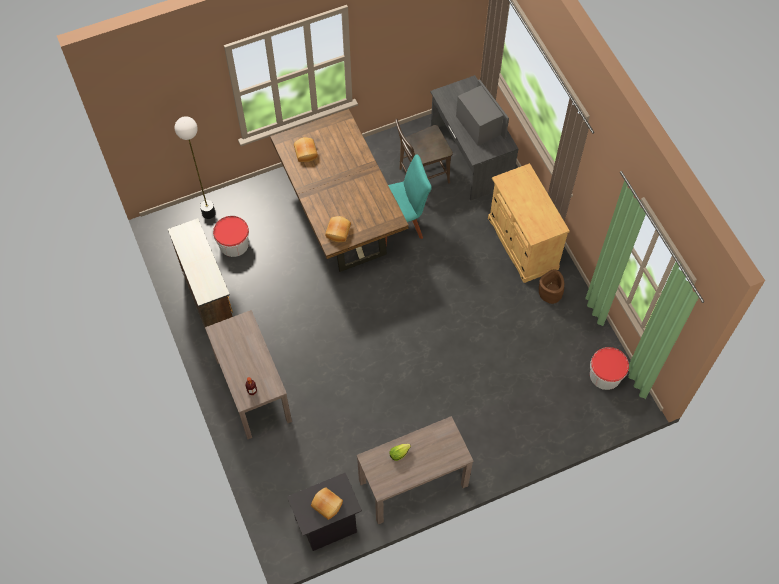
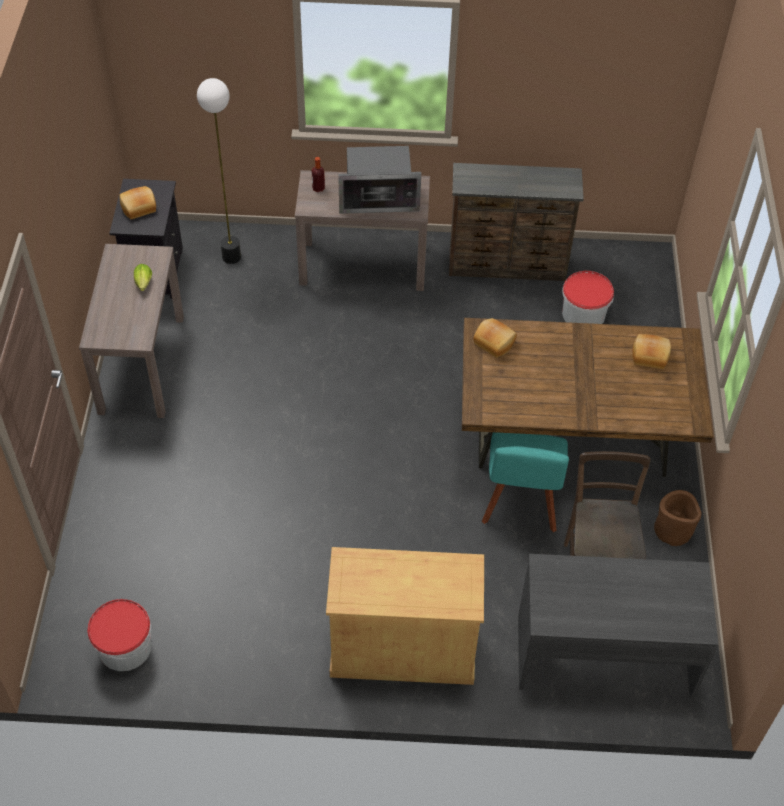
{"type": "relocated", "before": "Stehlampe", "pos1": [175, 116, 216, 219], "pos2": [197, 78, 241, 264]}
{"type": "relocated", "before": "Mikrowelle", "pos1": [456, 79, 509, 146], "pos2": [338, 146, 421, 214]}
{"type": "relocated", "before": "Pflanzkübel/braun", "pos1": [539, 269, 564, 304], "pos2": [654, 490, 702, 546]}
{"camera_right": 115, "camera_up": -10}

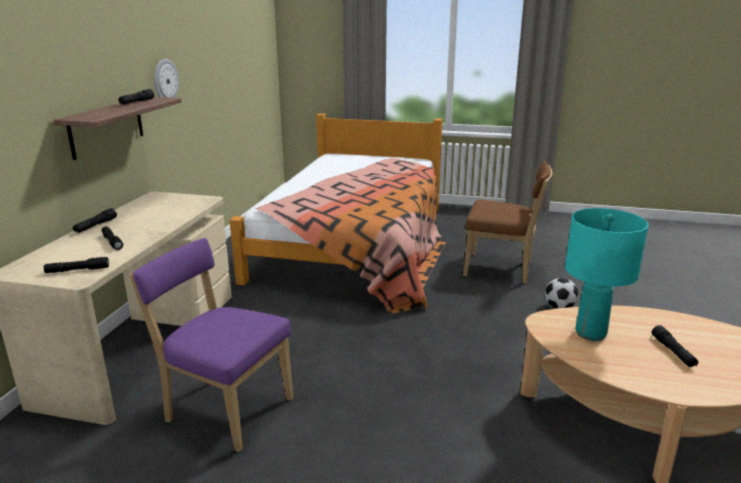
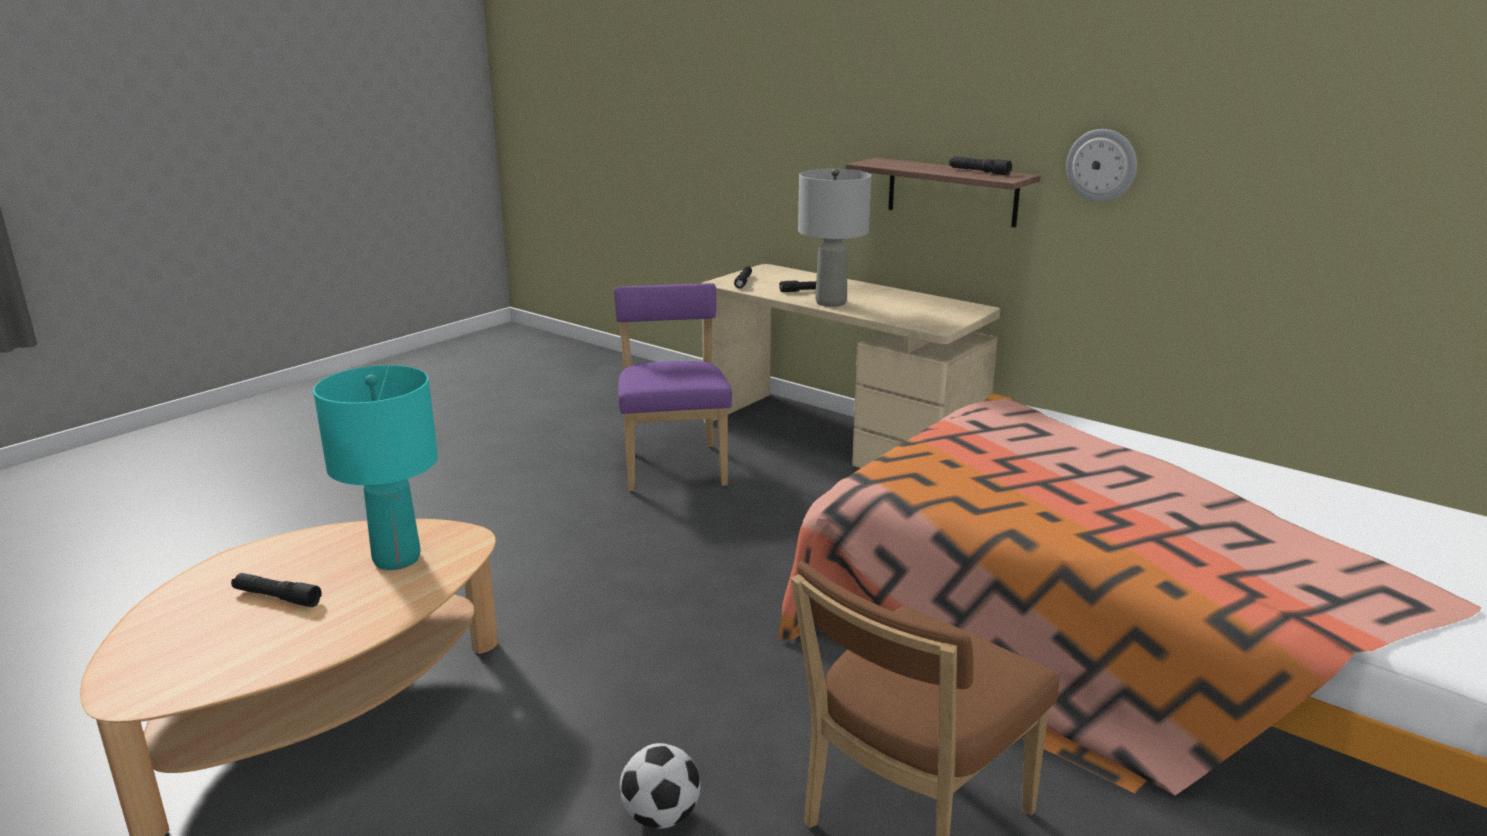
{"type": "missing", "before": "Taschenlampe/schwarz", "pos1": [73, 208, 117, 233]}
{"type": "appeared", "after": "Tischlampe/grau", "pos2": [798, 168, 872, 307]}
{"type": "spun", "before": "Stuhl/lila", "pos1": [130, 238, 293, 452], "pos2": [614, 283, 732, 492], "turn": -60}
{"camera_right": 115, "camera_up": 0}

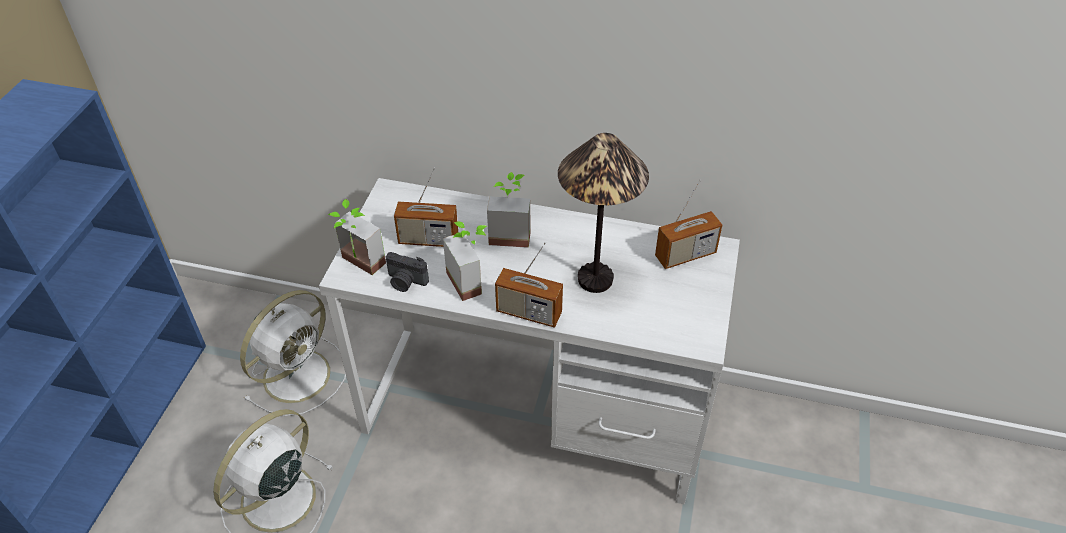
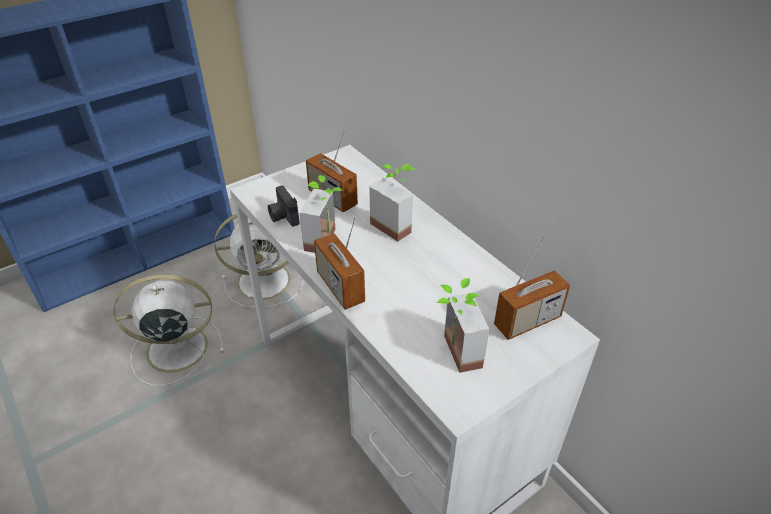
{"type": "missing", "before": "Tischlampe", "pos1": [558, 133, 649, 293]}
{"type": "relocated", "before": "Topfpflanze", "pos1": [328, 199, 386, 275], "pos2": [436, 278, 489, 373]}
{"type": "spun", "before": "Radio", "pos1": [655, 180, 722, 269], "pos2": [494, 235, 570, 340], "turn": -45}
{"camera_right": 40, "camera_up": -5}

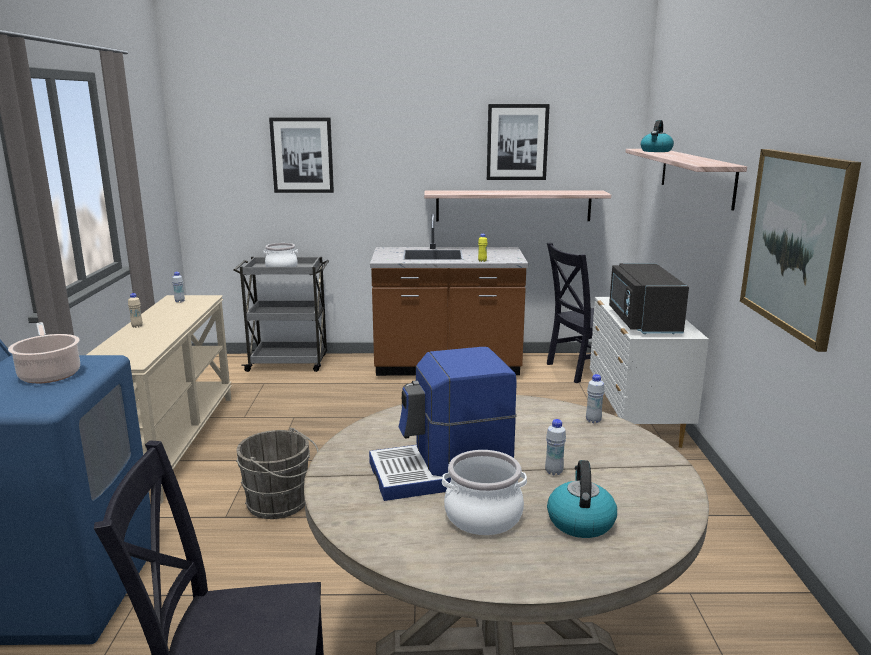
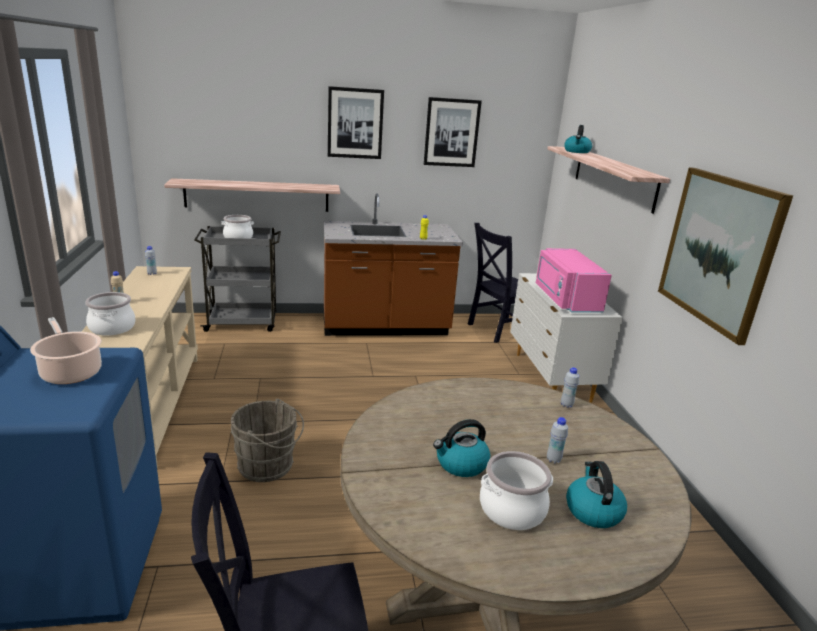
{"type": "appeared", "after": "Kochtopf", "pos2": [85, 292, 136, 336]}
{"type": "relocated", "before": "Bild", "pos1": [269, 117, 334, 193], "pos2": [328, 86, 384, 159]}
{"type": "relocated", "before": "Wandregal", "pos1": [424, 190, 611, 221], "pos2": [164, 178, 340, 212]}
{"type": "exchanged", "before": "Kaffeemaschine", "after": "Wasserkessel", "pos1": [369, 347, 517, 501], "pos2": [433, 419, 490, 477]}
{"type": "colour", "before": "Mikrowelle/schwarz", "after": "Mikrowelle/rosa", "pos1": [609, 263, 689, 334], "pos2": [536, 248, 612, 313]}
{"camera_right": -10, "camera_up": 5}

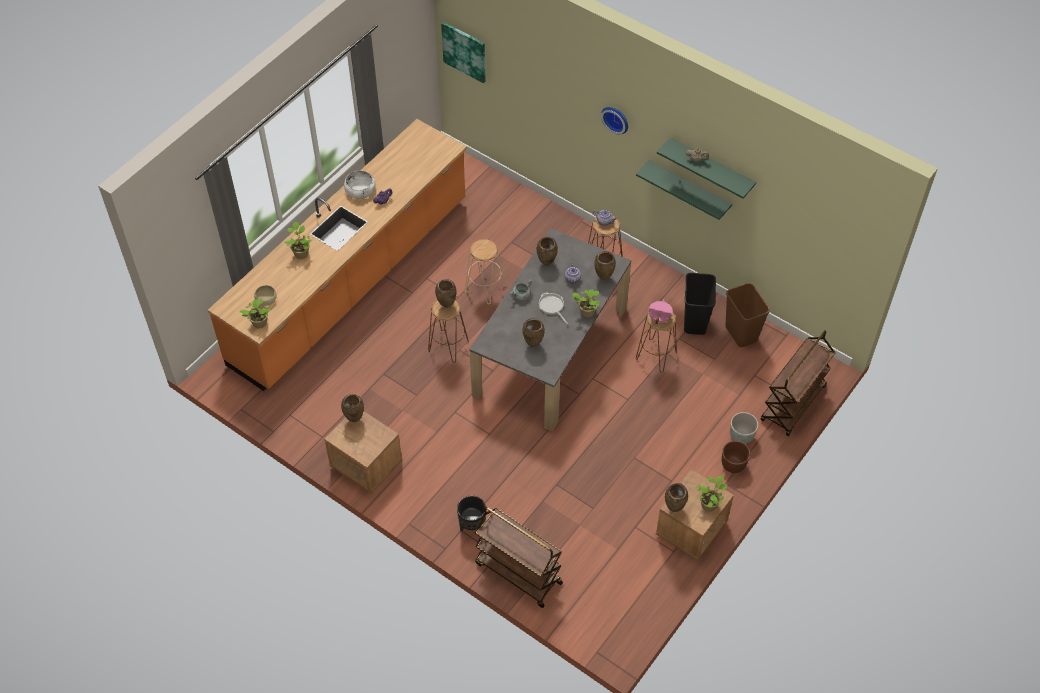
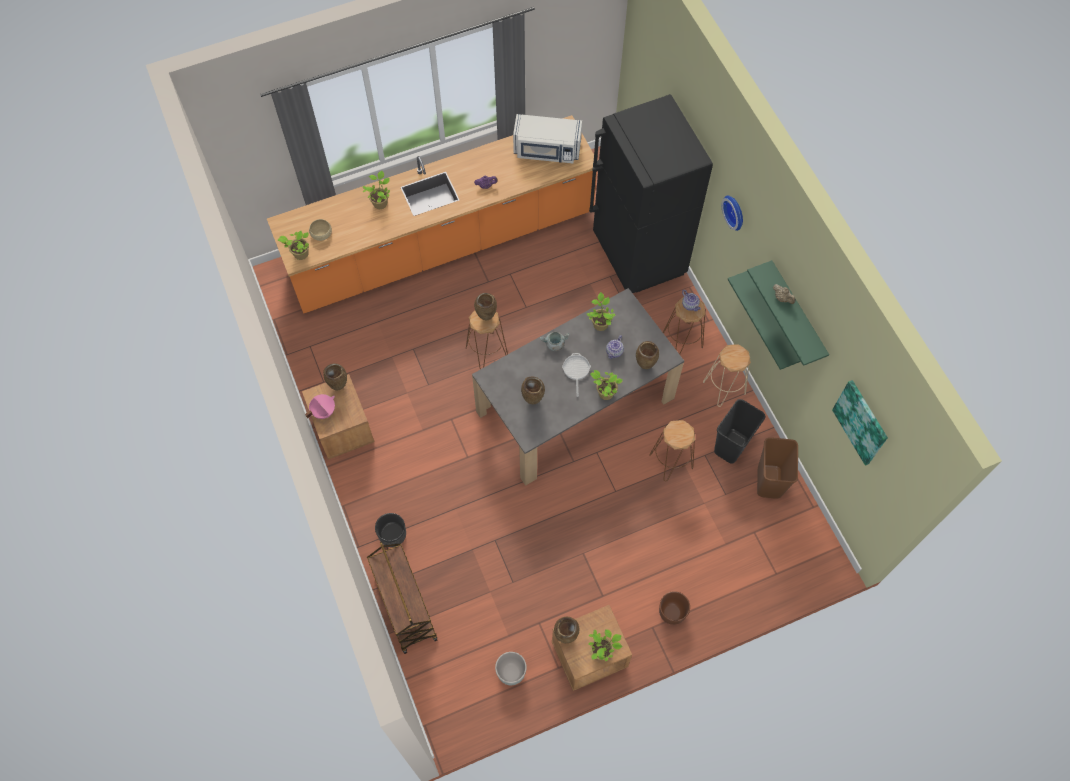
{"type": "missing", "before": "Schüssel/weiß", "pos1": [344, 171, 376, 199]}
{"type": "missing", "before": "Rollwagen/braun", "pos1": [761, 330, 835, 436]}
{"type": "appeared", "after": "Mikrowelle/weiß", "pos2": [513, 114, 582, 163]}
{"type": "appeared", "after": "Kühlschrank/schwarz", "pos2": [589, 94, 713, 293]}
{"type": "relocated", "before": "Bild", "pos1": [441, 22, 486, 83], "pos2": [832, 380, 888, 466]}
{"type": "relocated", "before": "Hocker/beige", "pos1": [465, 239, 505, 304], "pos2": [703, 345, 751, 407]}
{"type": "relocated", "before": "Kochtopf/rosa", "pos1": [648, 299, 673, 324], "pos2": [305, 394, 335, 419]}
{"type": "relocated", "before": "Pflanzkübel/grau", "pos1": [730, 412, 758, 444], "pos2": [495, 652, 527, 685]}
{"type": "exchanged", "before": "Vase/braun", "after": "Topfpflanze", "pos1": [537, 237, 558, 266], "pos2": [587, 292, 616, 331]}
{"camera_right": 30, "camera_up": 10}

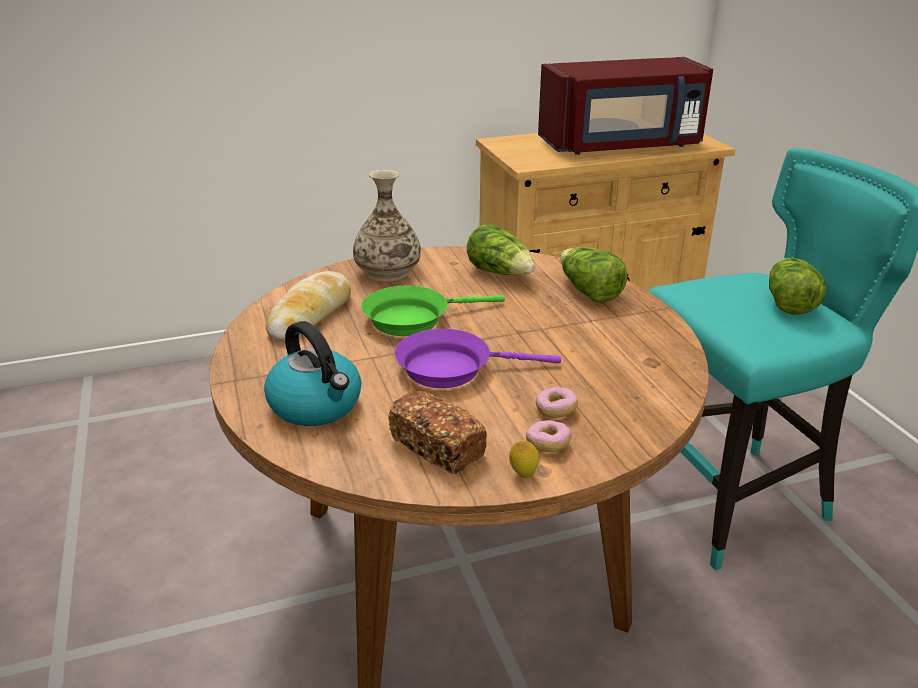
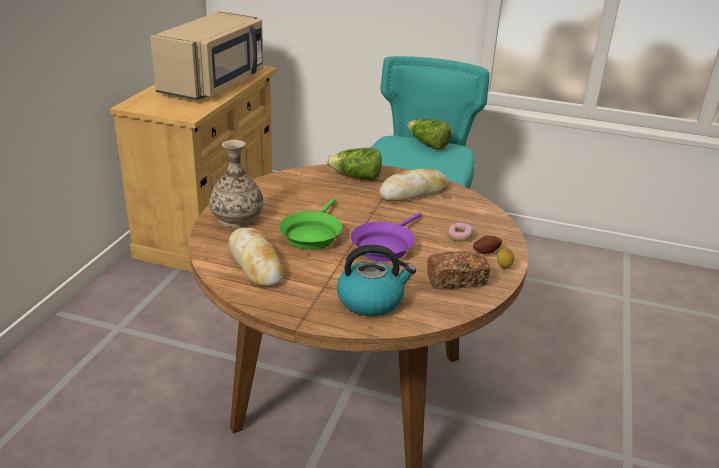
{"type": "missing", "before": "Salatkopf", "pos1": [467, 223, 535, 275]}
{"type": "appeared", "after": "Brot", "pos2": [379, 169, 448, 201]}
{"type": "exchanged", "before": "Donut", "after": "Kartoffel", "pos1": [526, 420, 571, 452], "pos2": [473, 236, 502, 254]}
{"type": "colour", "before": "Mikrowelle/rot", "after": "Mikrowelle/beige", "pos1": [538, 57, 713, 155], "pos2": [150, 11, 263, 100]}
{"camera_right": -55, "camera_up": 0}

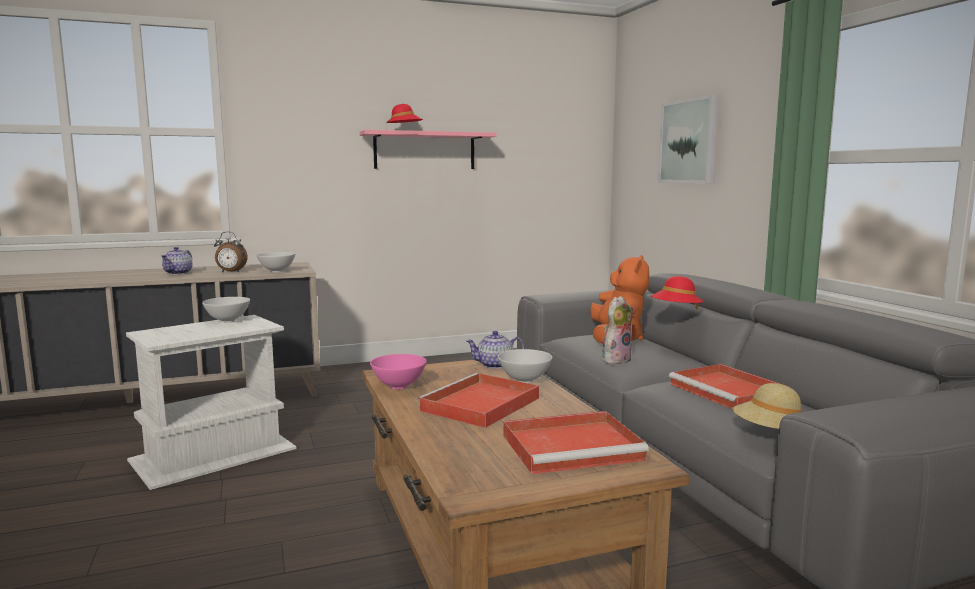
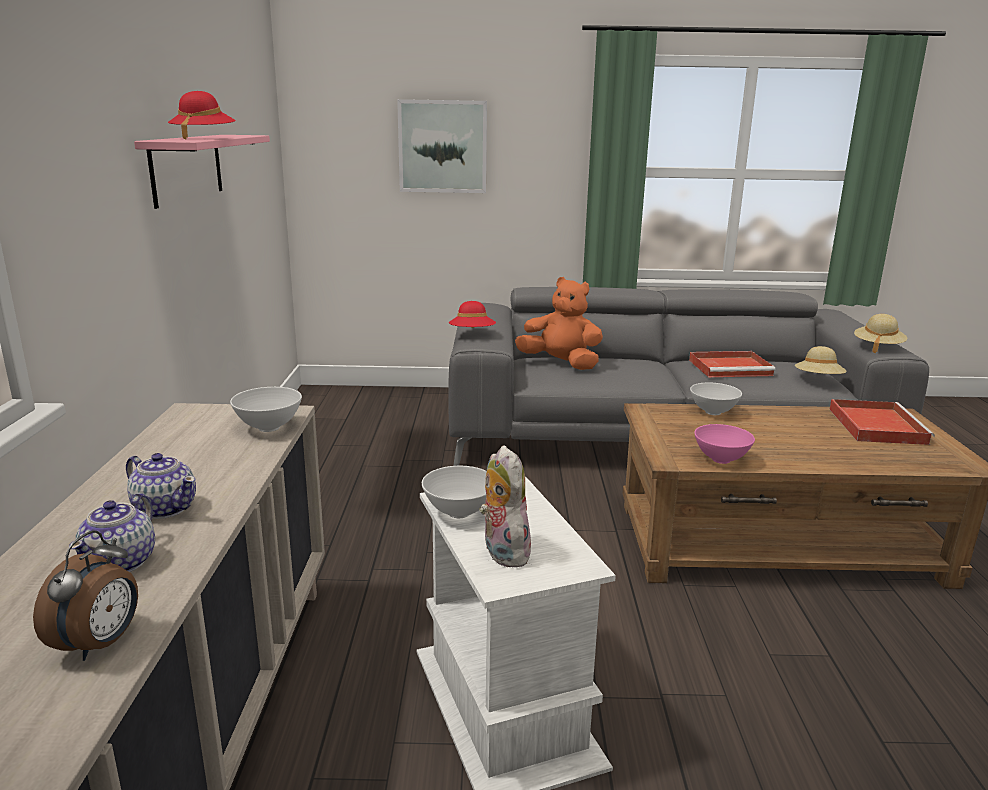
{"type": "missing", "before": "Tablett/rot", "pos1": [417, 373, 539, 428]}
{"type": "appeared", "after": "Hut/beige", "pos2": [854, 314, 907, 353]}
{"type": "relocated", "before": "Wecker", "pos1": [214, 232, 248, 273], "pos2": [33, 530, 138, 661]}
{"type": "relocated", "before": "Teekanne", "pos1": [466, 331, 525, 369], "pos2": [69, 493, 155, 572]}
{"type": "relocated", "before": "Plüschtier", "pos1": [603, 296, 633, 364], "pos2": [479, 445, 531, 567]}
{"type": "relocated", "before": "Hut/rot", "pos1": [651, 276, 703, 309], "pos2": [449, 301, 496, 328]}
{"camera_right": -70, "camera_up": 10}

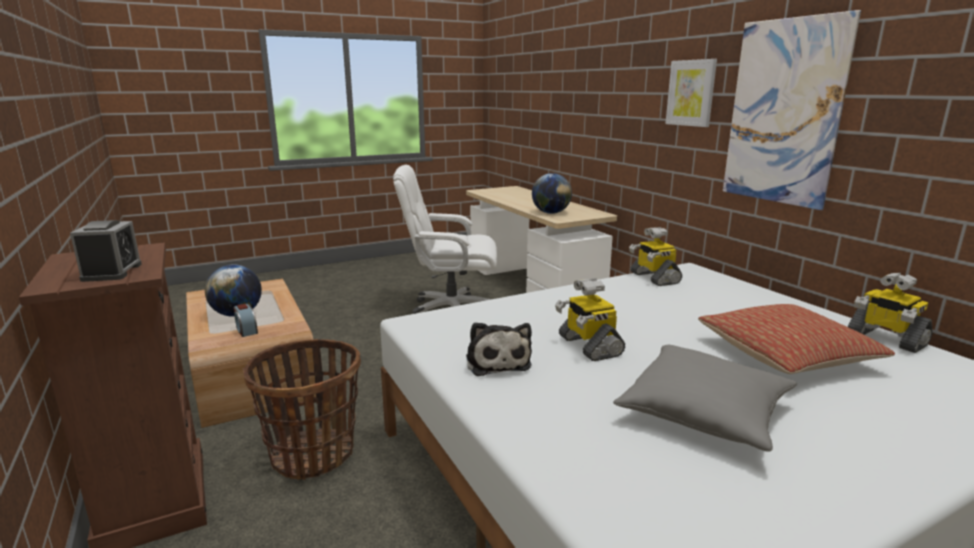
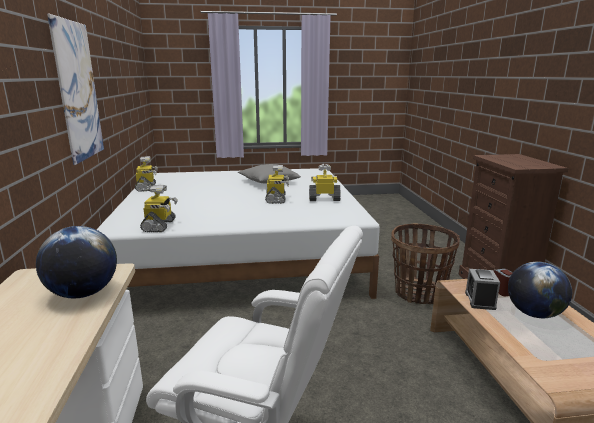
{"type": "missing", "before": "Bild", "pos1": [665, 59, 717, 127]}
{"type": "missing", "before": "Kissen", "pos1": [698, 304, 895, 374]}
{"type": "relocated", "before": "Wecker", "pos1": [70, 220, 142, 282], "pos2": [465, 269, 500, 310]}
{"type": "exchanged", "before": "Plüschtier", "after": "Spielzeugroboter", "pos1": [466, 322, 532, 376], "pos2": [309, 164, 341, 201]}
{"camera_right": -160, "camera_up": 0}

